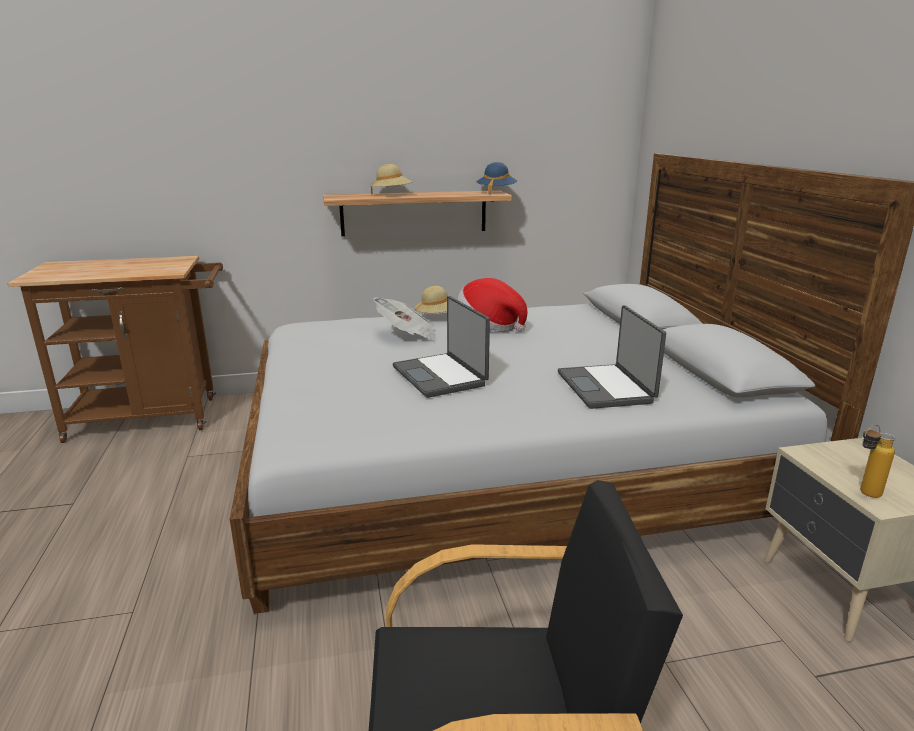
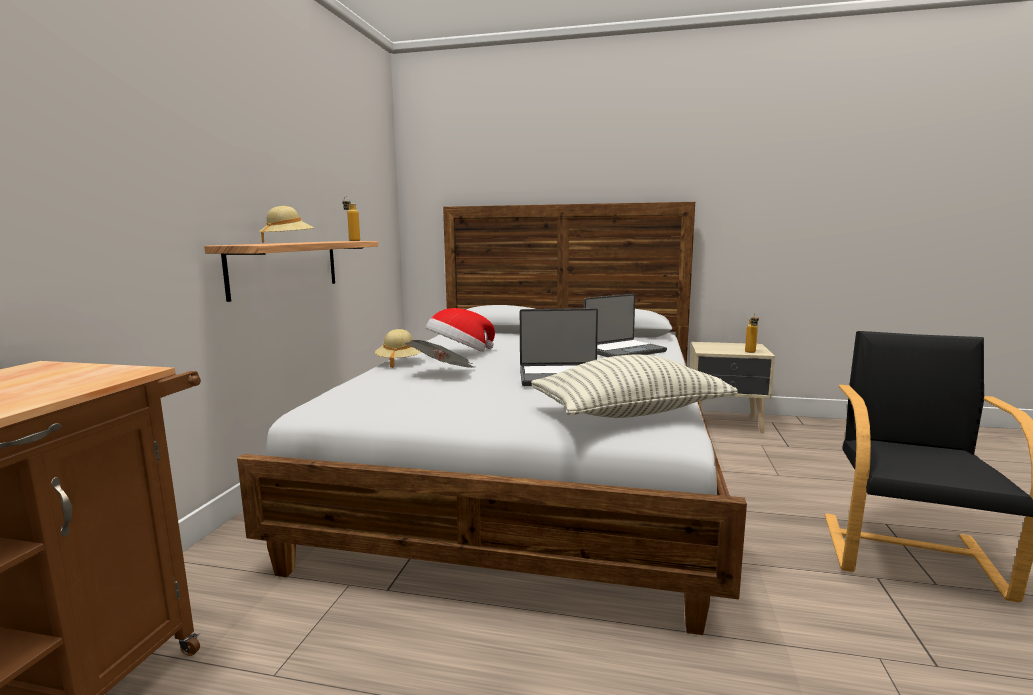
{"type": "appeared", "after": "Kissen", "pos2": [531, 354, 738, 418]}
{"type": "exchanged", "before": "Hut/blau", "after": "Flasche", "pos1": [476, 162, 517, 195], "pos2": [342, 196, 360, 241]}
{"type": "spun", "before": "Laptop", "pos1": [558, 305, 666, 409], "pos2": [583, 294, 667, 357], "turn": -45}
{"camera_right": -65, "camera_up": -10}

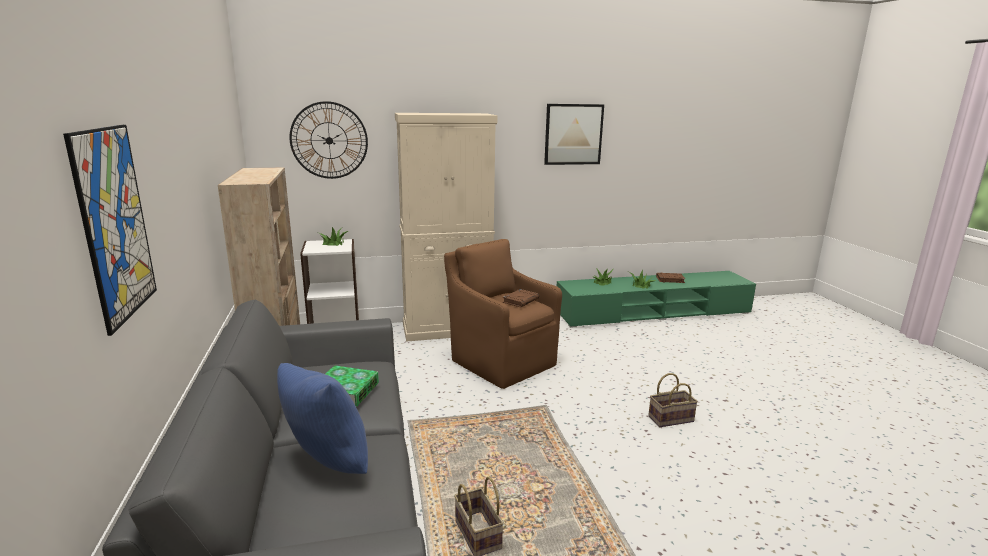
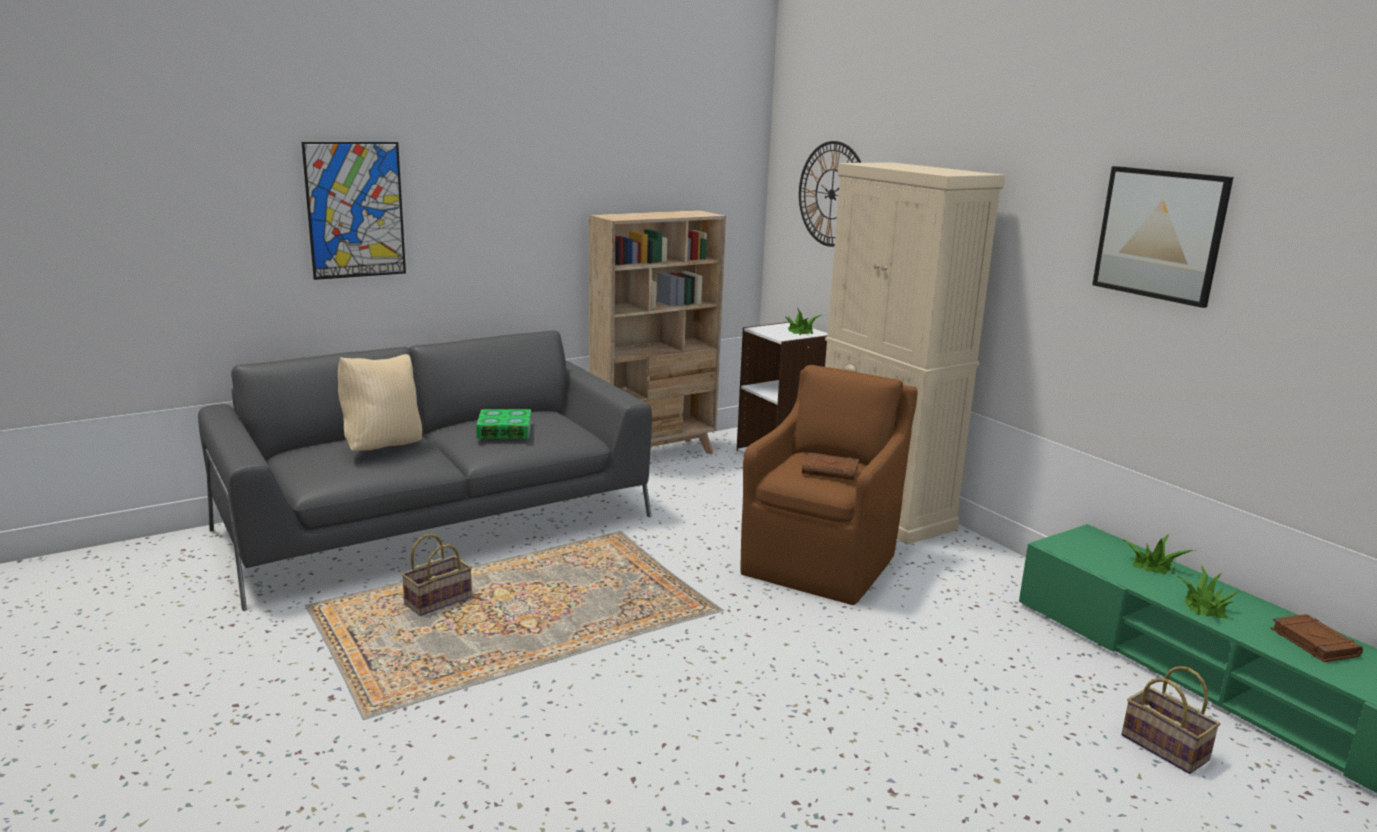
{"type": "relocated", "before": "Korb", "pos1": [648, 373, 698, 427], "pos2": [1122, 666, 1220, 774]}
{"type": "colour", "before": "Kissen/blau", "after": "Kissen/beige", "pos1": [277, 363, 368, 474], "pos2": [338, 354, 422, 451]}
{"camera_right": 70, "camera_up": 0}

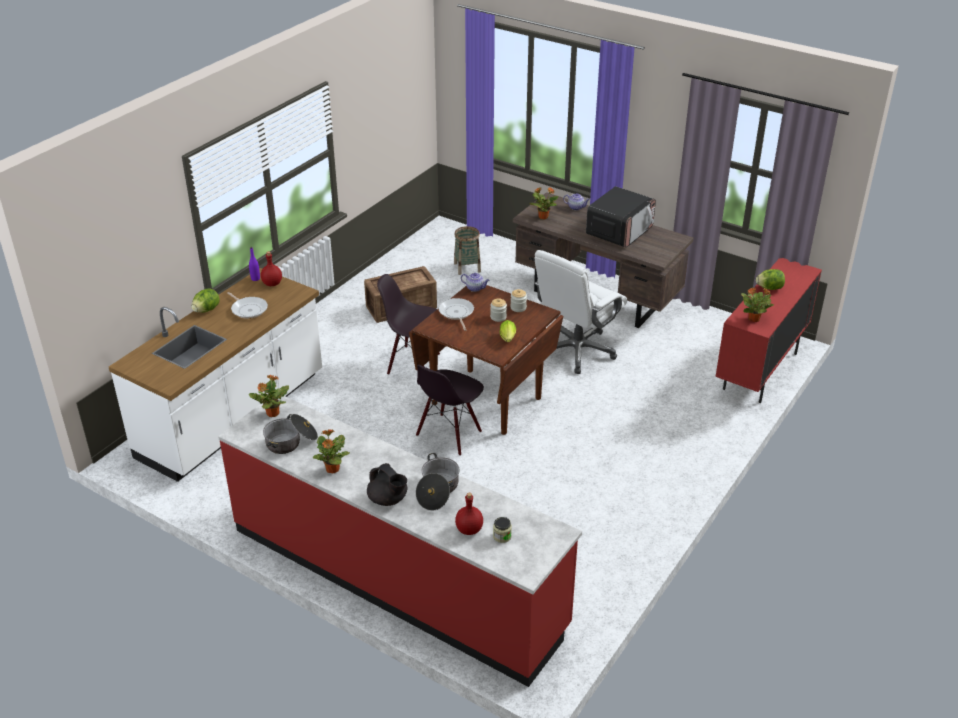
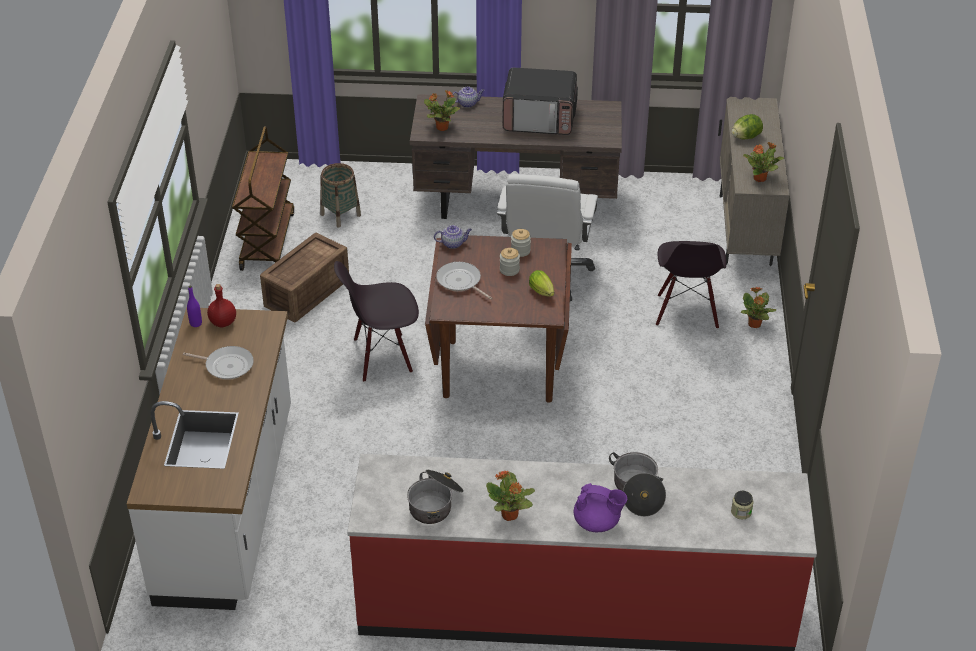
{"type": "missing", "before": "Salatkopf", "pos1": [192, 288, 219, 313]}
{"type": "missing", "before": "Flasche/rot", "pos1": [455, 493, 483, 535]}
{"type": "appeared", "after": "Rollwagen/braun", "pos2": [232, 126, 294, 271]}
{"type": "relocated", "before": "Topfpflanze", "pos1": [249, 375, 289, 417], "pos2": [741, 287, 776, 328]}
{"type": "relocated", "before": "Stuhl/schwarz", "pos1": [416, 365, 484, 456], "pos2": [656, 241, 726, 329]}
{"type": "colour", "before": "Teekanne/schwarz", "after": "Teekanne/lila", "pos1": [367, 463, 407, 506], "pos2": [574, 483, 627, 532]}
{"type": "colour", "before": "Schrank/rot", "after": "Schrank/beige", "pos1": [715, 258, 822, 403], "pos2": [718, 97, 790, 266]}
{"type": "spun", "before": "Mikrowelle", "pos1": [586, 186, 656, 247], "pos2": [503, 68, 578, 135], "turn": 90}
{"camera_right": -30, "camera_up": 5}

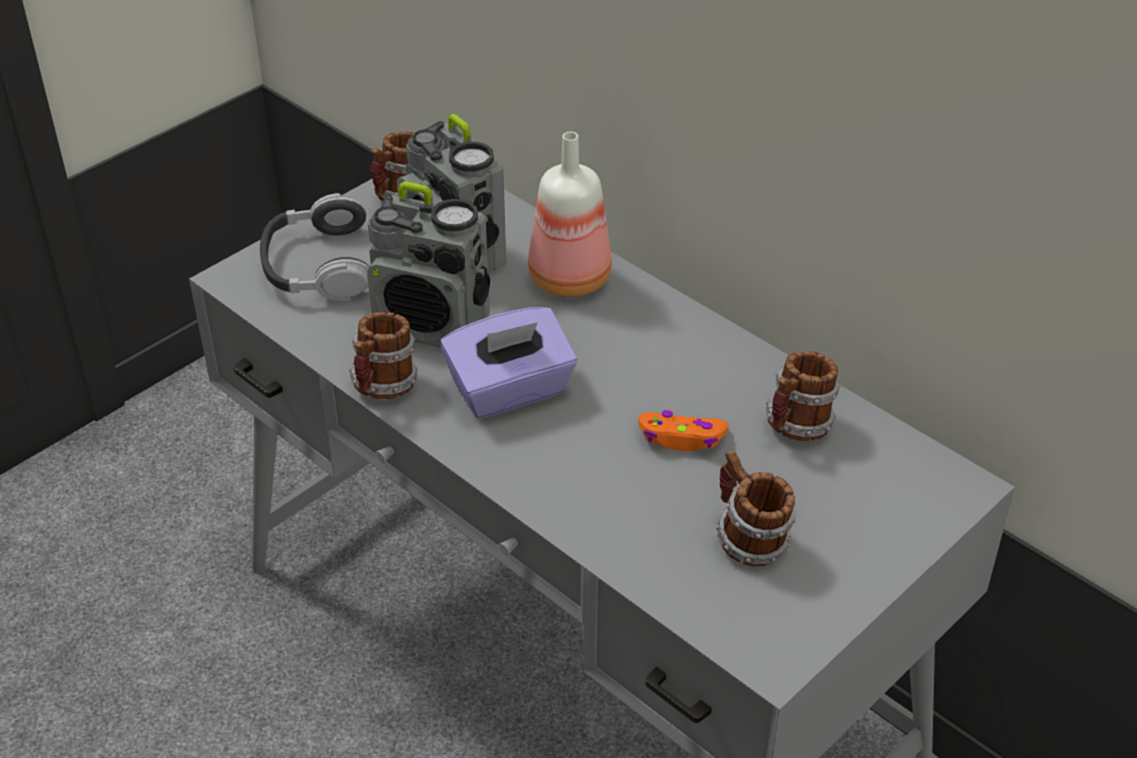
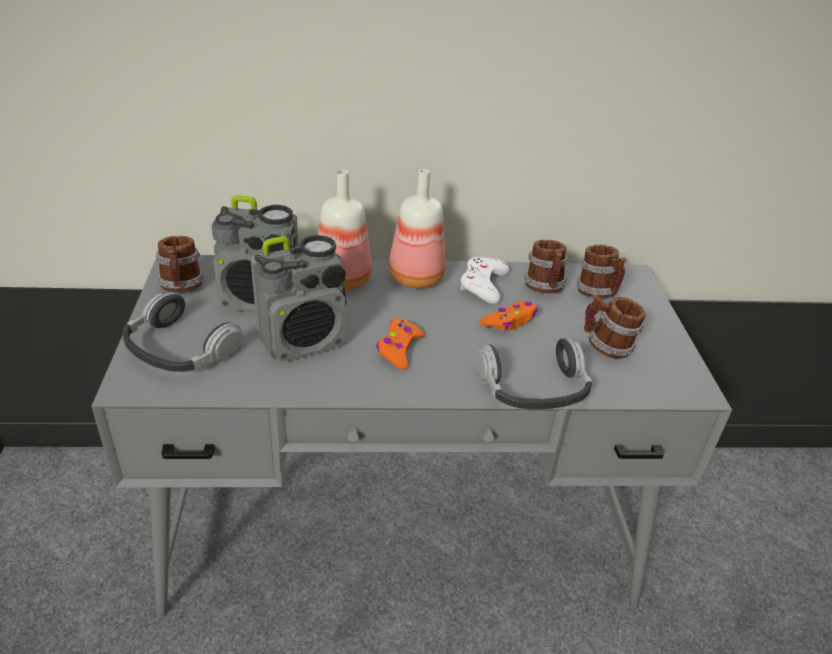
{"type": "appeared", "after": "Flasche", "pos2": [389, 169, 445, 288]}
{"type": "appeared", "after": "Gamepad/weiß", "pos2": [460, 257, 510, 304]}
{"type": "appeared", "after": "Kopfhörer", "pos2": [476, 338, 592, 409]}
{"type": "relocated", "before": "Henkelbecher", "pos1": [349, 312, 418, 399], "pos2": [576, 245, 626, 299]}
{"type": "exchanged", "before": "Taschentuchbox/lila", "after": "Gamepad/orange", "pos1": [440, 307, 577, 419], "pos2": [376, 318, 424, 370]}
{"camera_right": -50, "camera_up": -5}

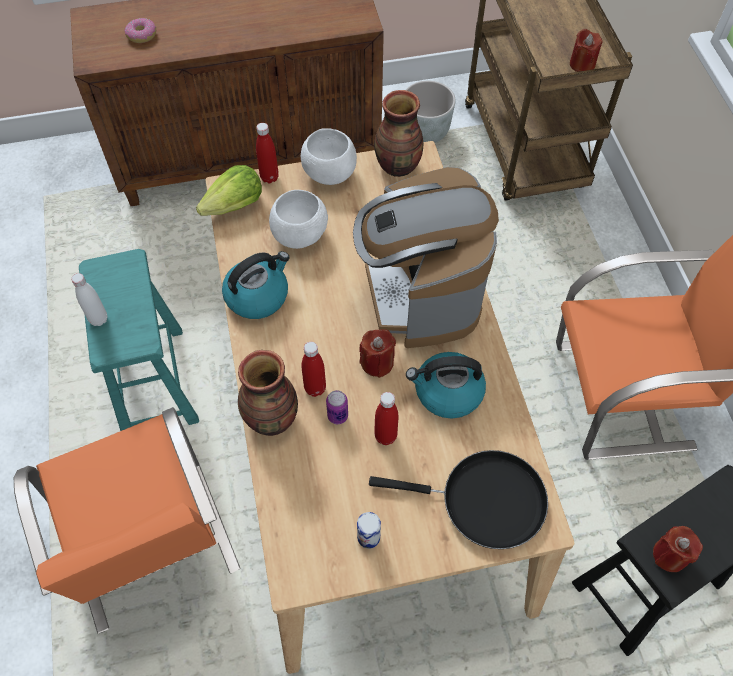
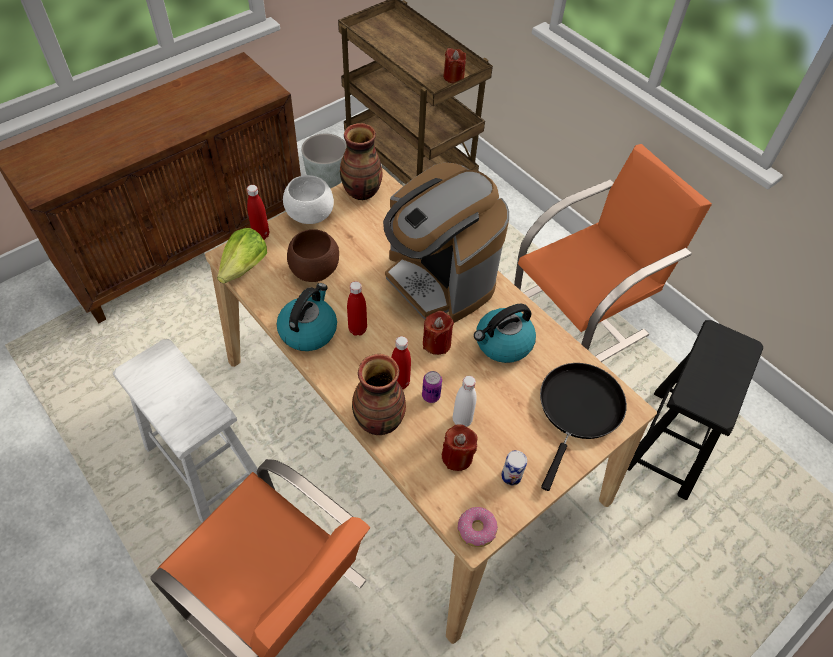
{"type": "relocated", "before": "Flasche/weiß", "pos1": [71, 273, 108, 326], "pos2": [453, 376, 477, 427]}
{"type": "relocated", "before": "Donut", "pos1": [125, 18, 156, 43], "pos2": [457, 507, 498, 547]}
{"type": "relocated", "before": "Flasche/rot", "pos1": [374, 392, 399, 445], "pos2": [347, 281, 367, 336]}
{"type": "relocated", "before": "Kerze/rot", "pos1": [653, 526, 703, 572], "pos2": [442, 424, 477, 471]}
{"type": "colour", "before": "Hocker/türkis", "after": "Hocker/weiß", "pos1": [79, 249, 199, 431], "pos2": [113, 339, 258, 523]}
{"type": "colour", "before": "Schüssel/weiß", "after": "Schüssel/braun", "pos1": [269, 190, 328, 249], "pos2": [287, 229, 339, 282]}
{"type": "spun", "before": "Pfanne/schwarz", "pos1": [369, 450, 548, 549], "pos2": [540, 363, 627, 491], "turn": -45}
{"camera_right": -30, "camera_up": -5}

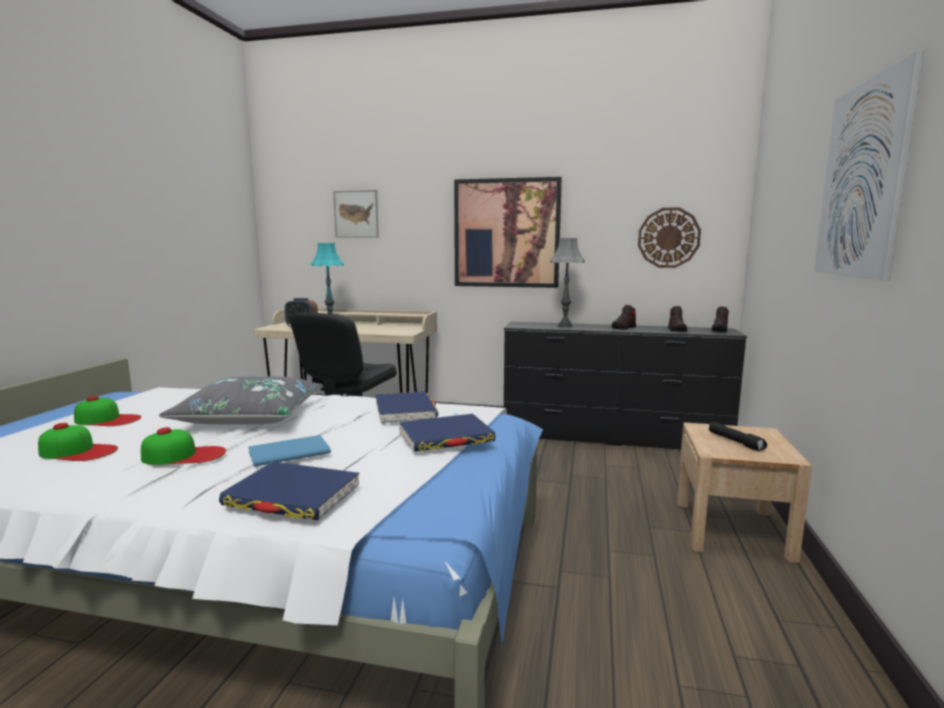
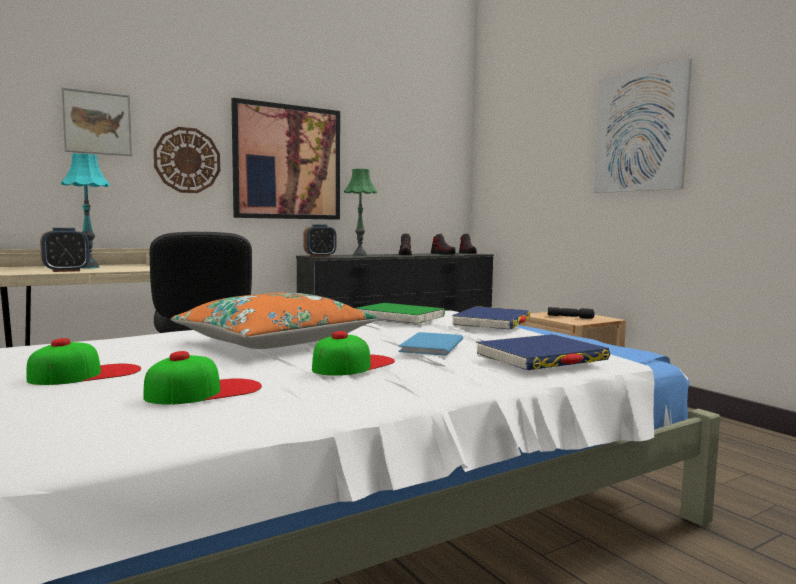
{"type": "appeared", "after": "Wecker", "pos2": [303, 224, 336, 257]}
{"type": "relocated", "before": "Wanduhr", "pos1": [638, 207, 701, 268], "pos2": [154, 127, 220, 193]}
{"type": "colour", "before": "Kissen/grau", "after": "Kissen/orange", "pos1": [159, 377, 323, 425], "pos2": [171, 292, 378, 349]}
{"type": "colour", "before": "Buch/blau", "after": "Buch/grün", "pos1": [375, 391, 439, 424], "pos2": [355, 303, 445, 325]}
{"type": "colour", "before": "Tischlampe/grau", "after": "Tischlampe/grün", "pos1": [550, 238, 585, 328], "pos2": [344, 169, 378, 256]}
{"camera_right": -45, "camera_up": -5}

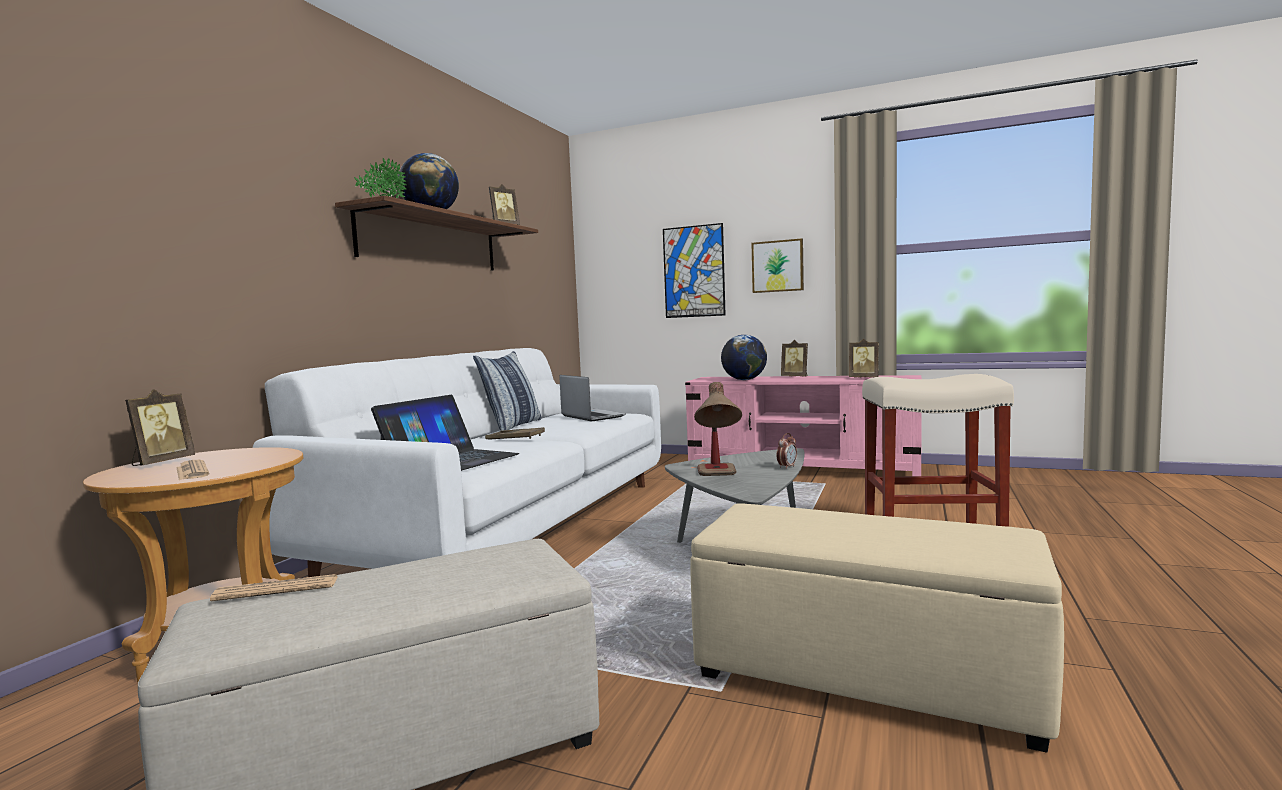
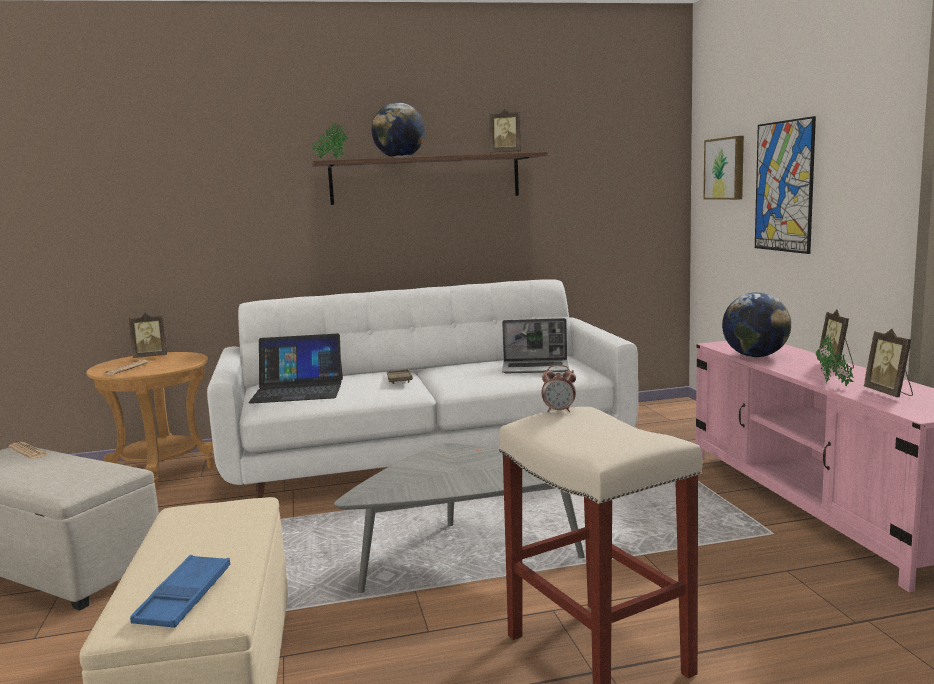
{"type": "missing", "before": "Kissen", "pos1": [473, 351, 541, 431]}
{"type": "missing", "before": "Tischlampe", "pos1": [694, 382, 742, 476]}
{"type": "appeared", "after": "Tablett/blau", "pos2": [130, 555, 230, 628]}
{"type": "appeared", "after": "Topfpflanze", "pos2": [816, 334, 854, 386]}
{"type": "relocated", "before": "Bild", "pos1": [751, 238, 804, 293], "pos2": [704, 136, 744, 200]}
{"type": "relocated", "before": "Wecker", "pos1": [777, 433, 797, 469], "pos2": [542, 365, 576, 412]}
{"type": "spun", "before": "Laptop", "pos1": [559, 375, 626, 421], "pos2": [502, 318, 569, 373], "turn": 75}
{"camera_right": 55, "camera_up": 5}

